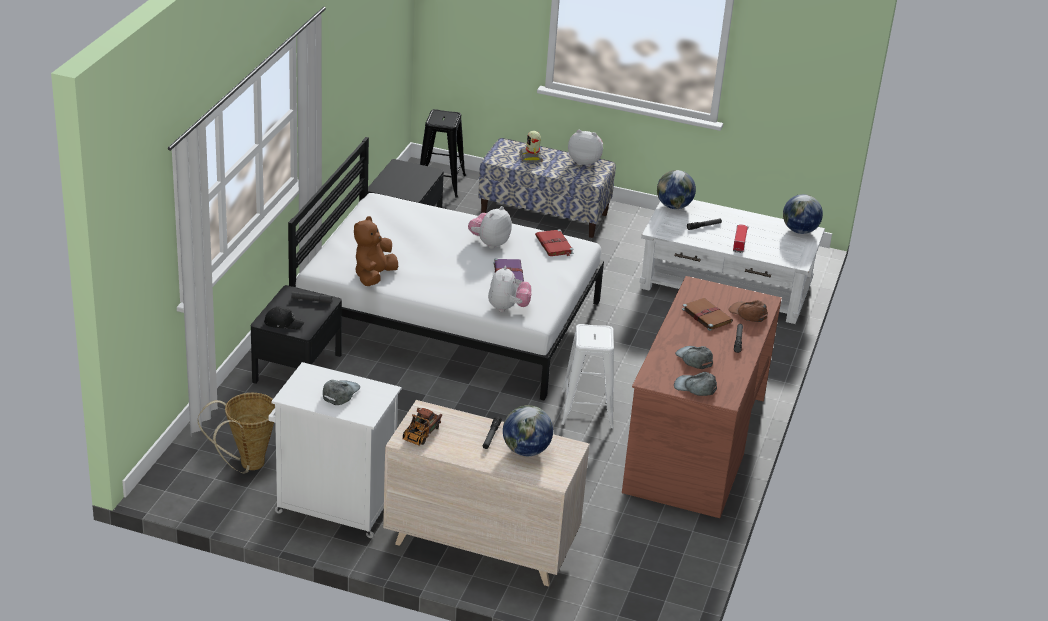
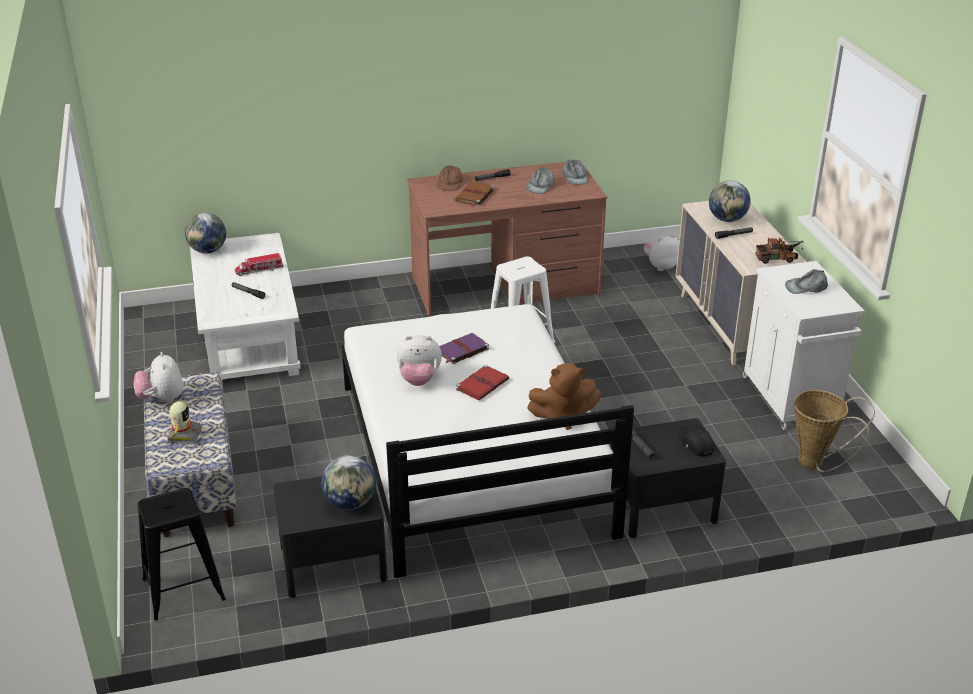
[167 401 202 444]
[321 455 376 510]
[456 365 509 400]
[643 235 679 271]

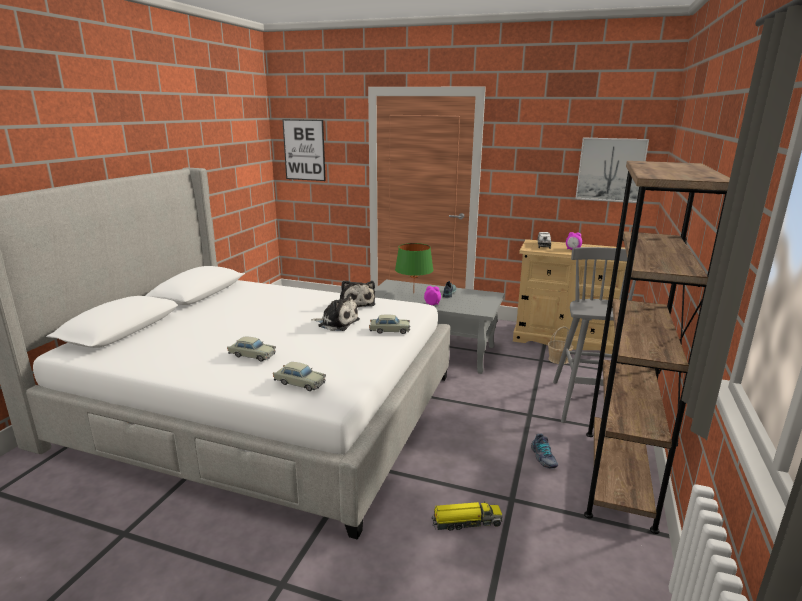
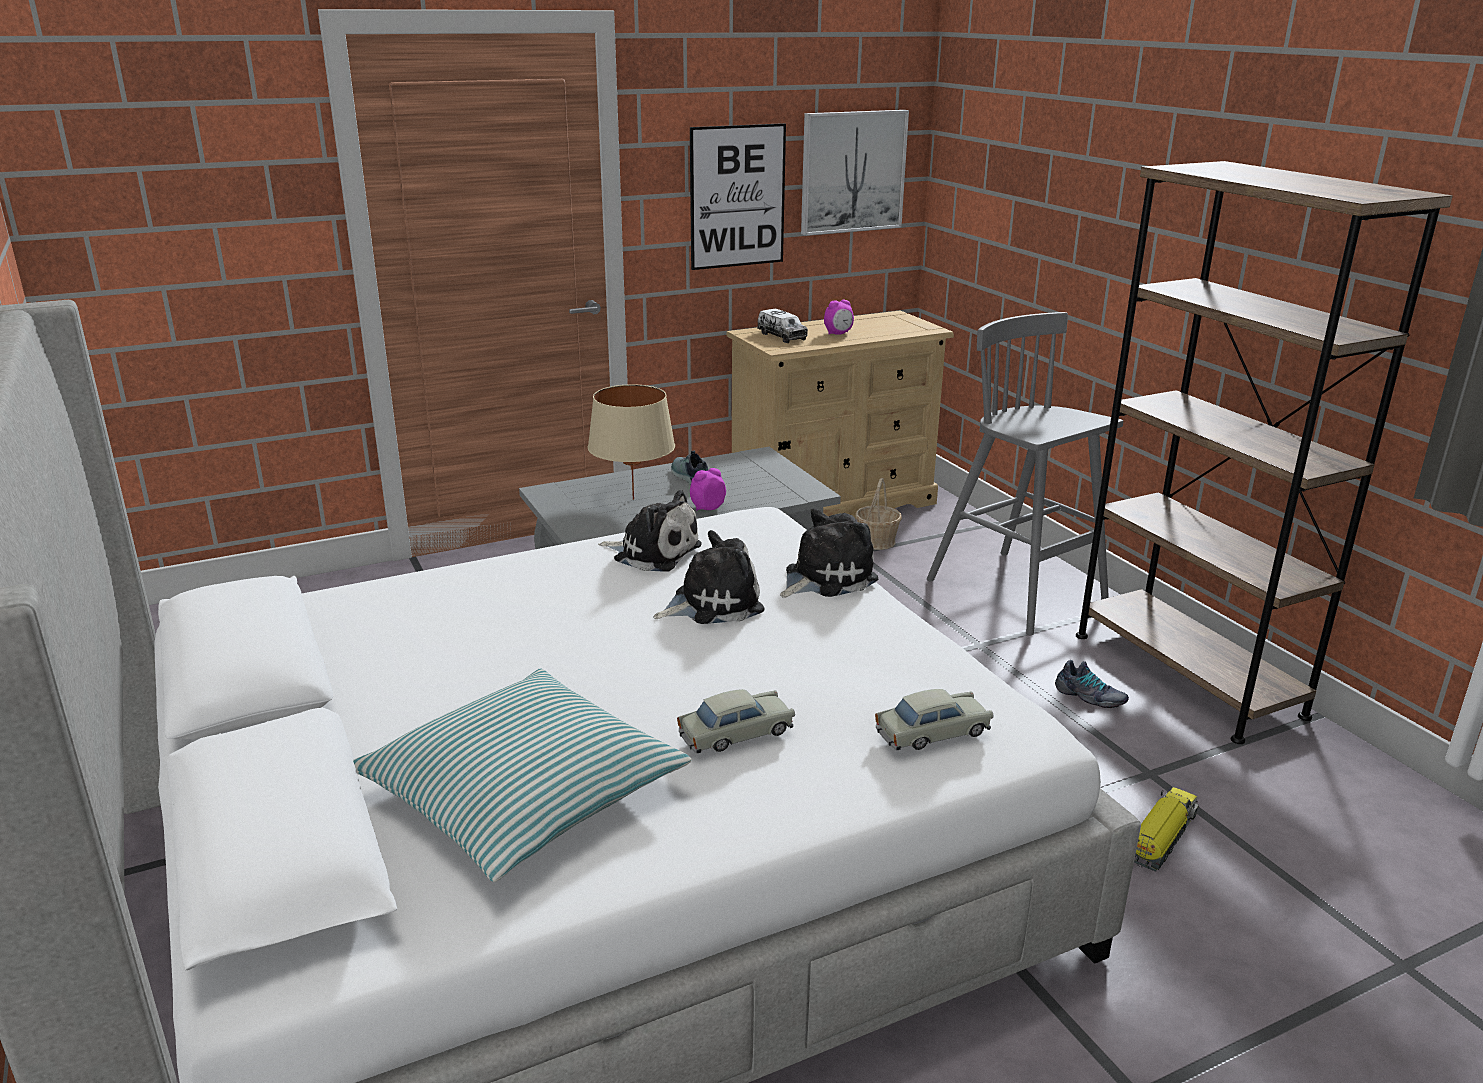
[353 668 691 882]
[588 384 675 500]
[690 123 786 270]
[780 508 878 598]

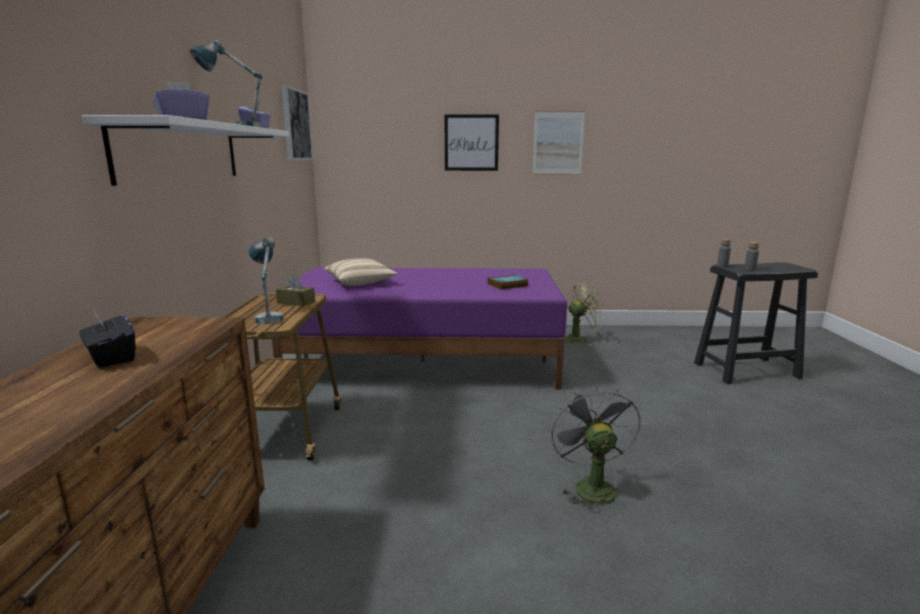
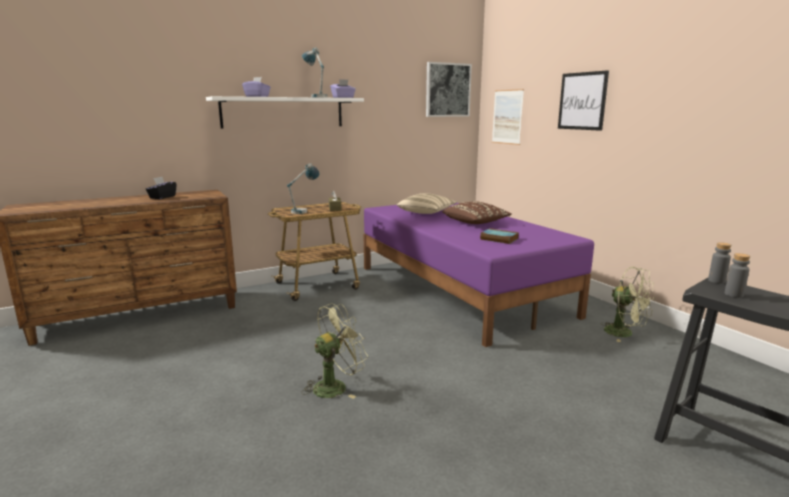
[301 303 368 399]
[442 201 512 224]
[492 89 524 145]

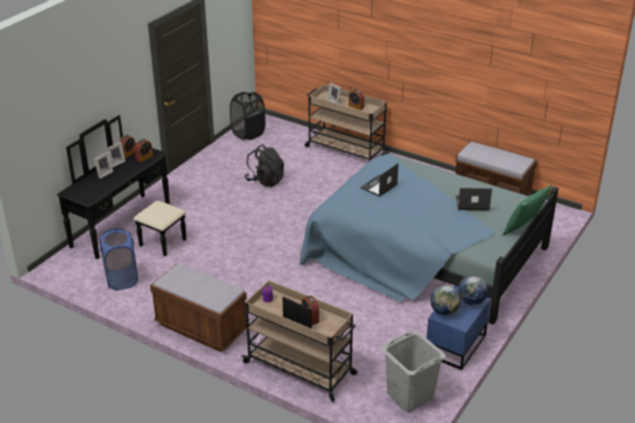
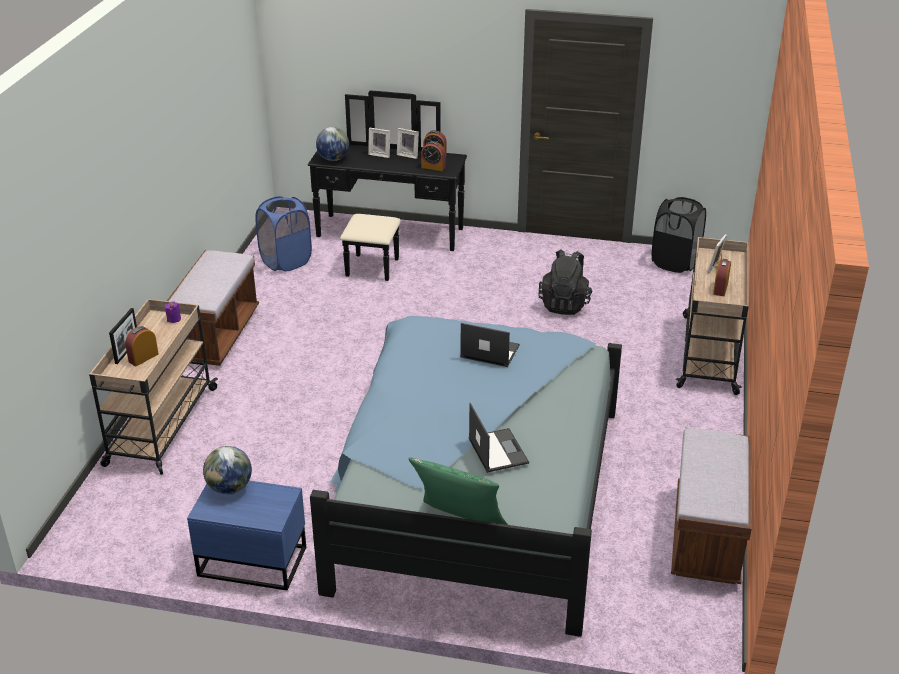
[316 127 349 161]
[381 331 446 412] (first image)

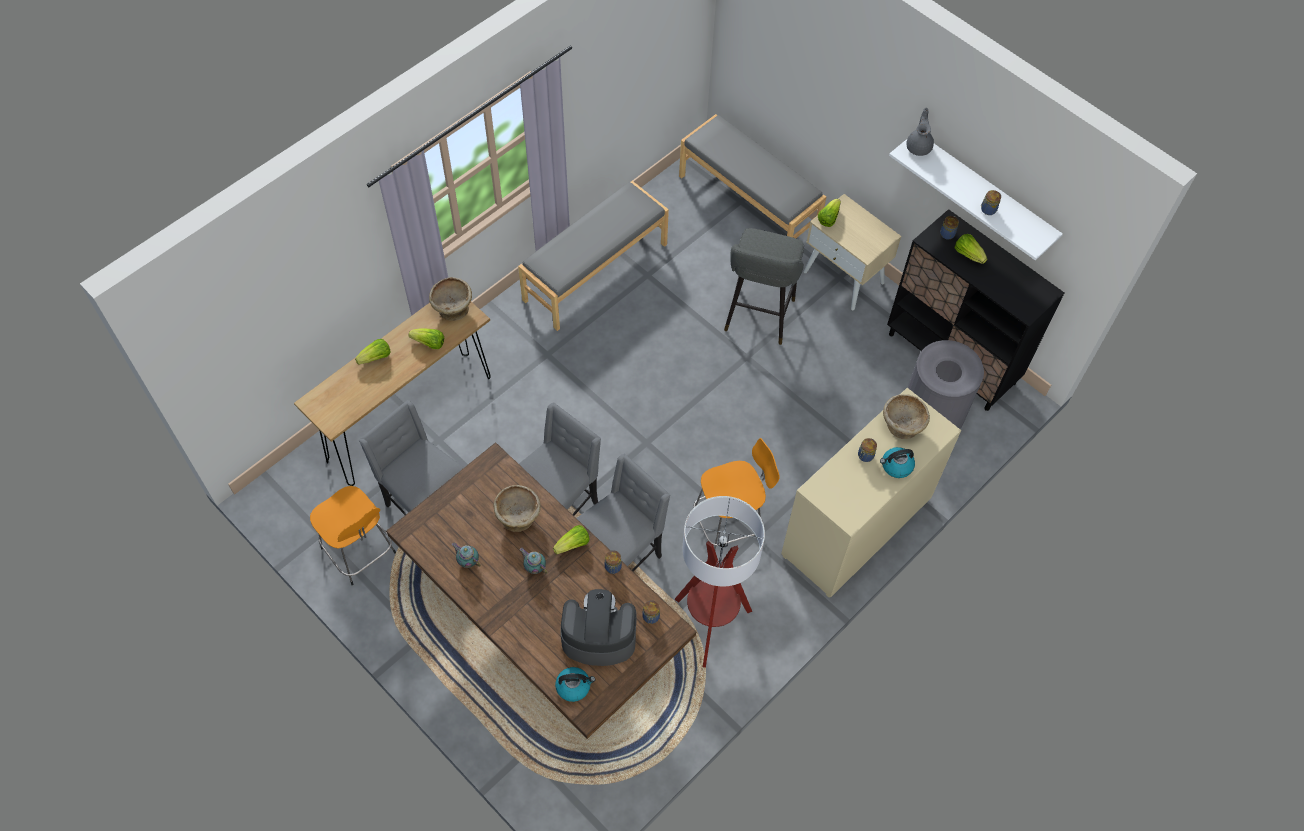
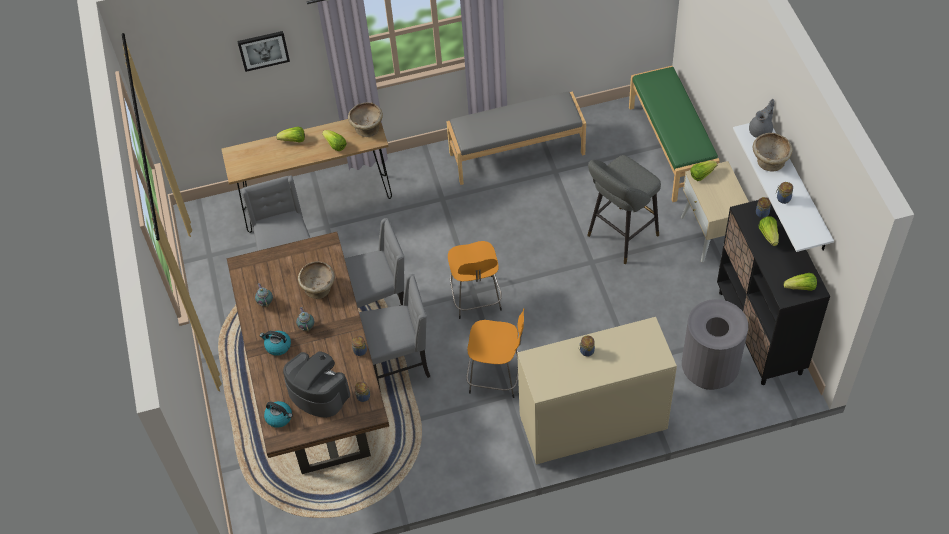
[237 31 290 72]
[260 331 291 356]
[448 241 502 319]
[629 66 720 202]
[753 133 792 171]
[784 273 817 291]
[674 496 765 668] (first image)

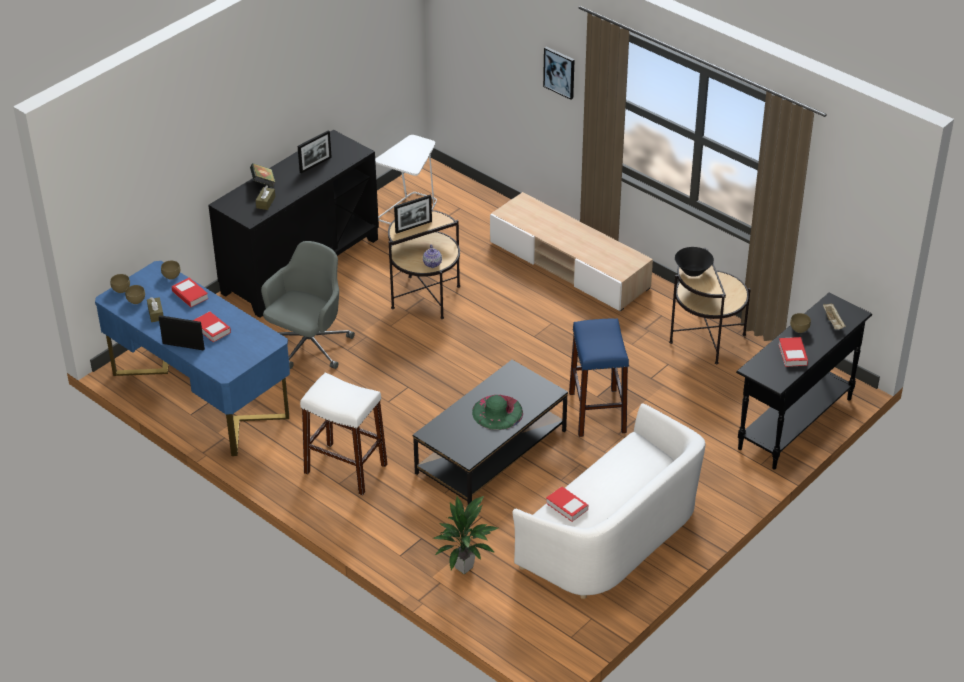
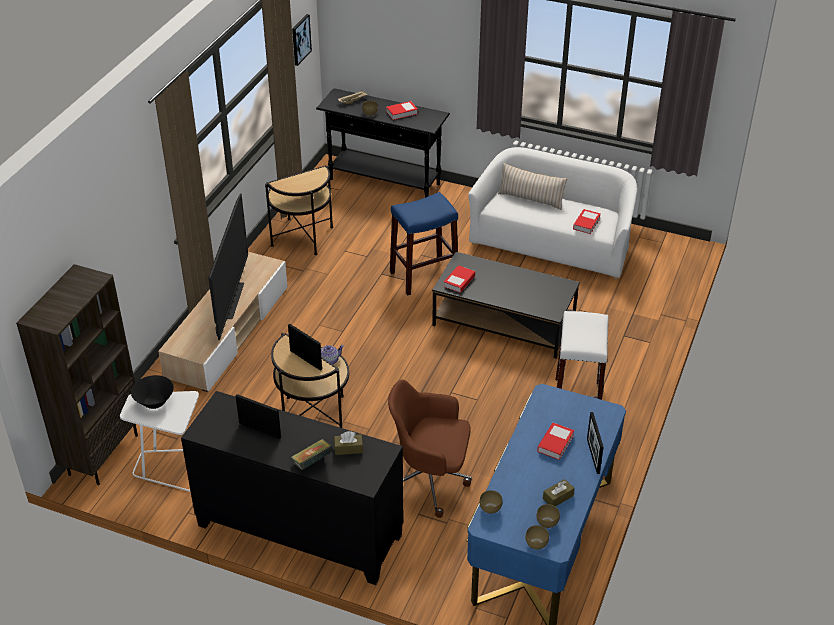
[16 264 138 485]
[131 375 174 409]
[208 193 248 340]
[292 14 312 66]
[388 380 472 518]
[444 265 475 293]
[498 163 567 210]
[433 496 498 574] (first image)
[472 395 523 430] (first image)

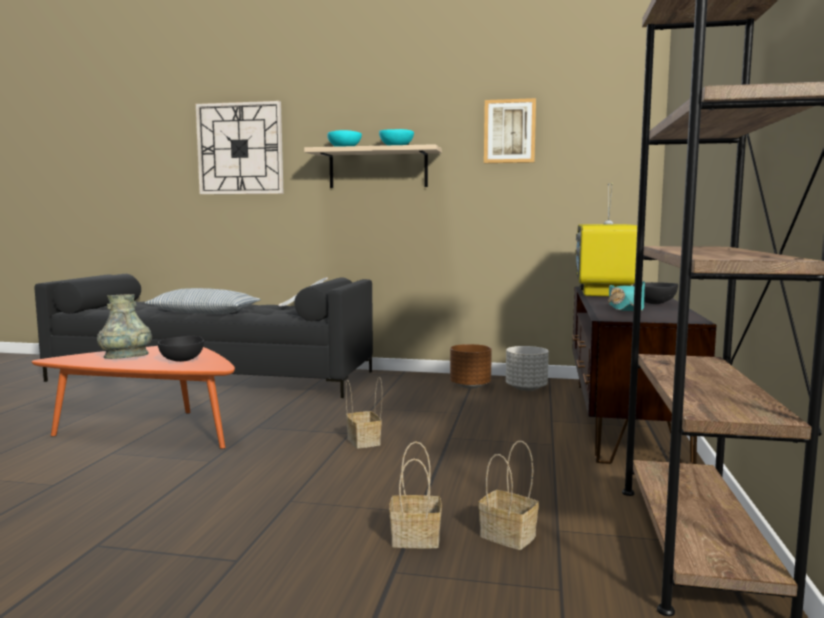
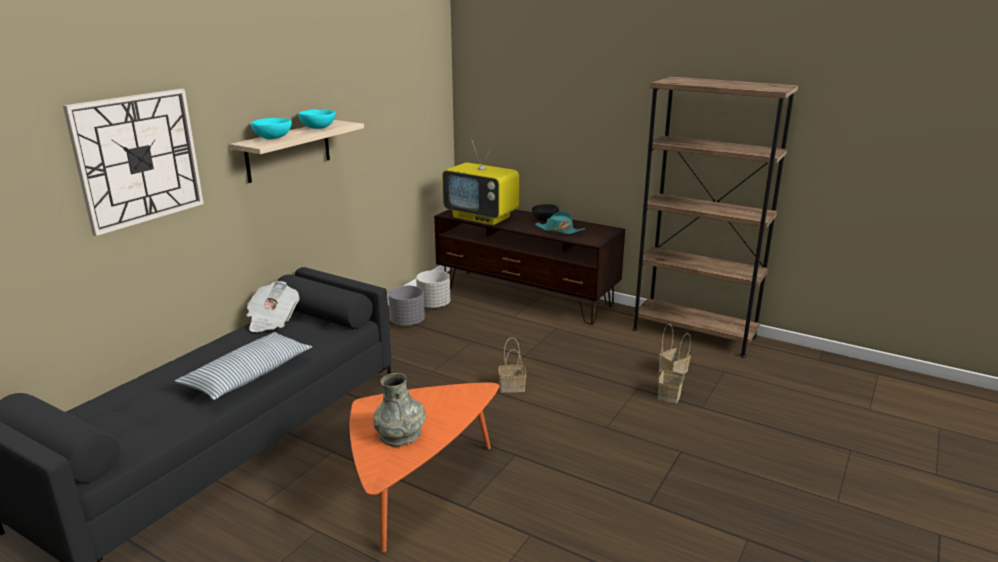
[388 286 425 326]
[158 336 204 362] (first image)
[484 98 536 163] (first image)

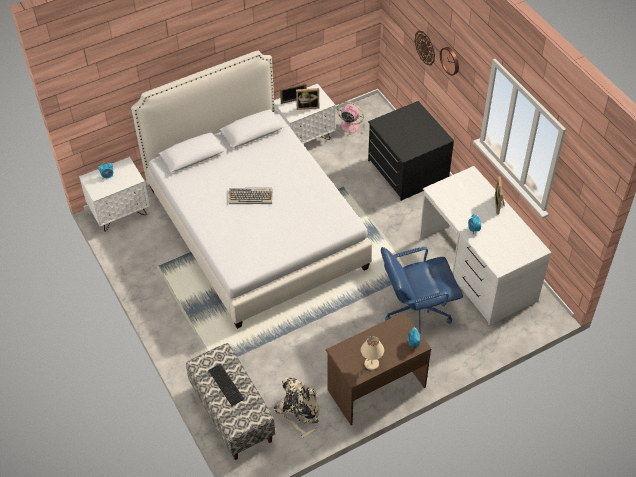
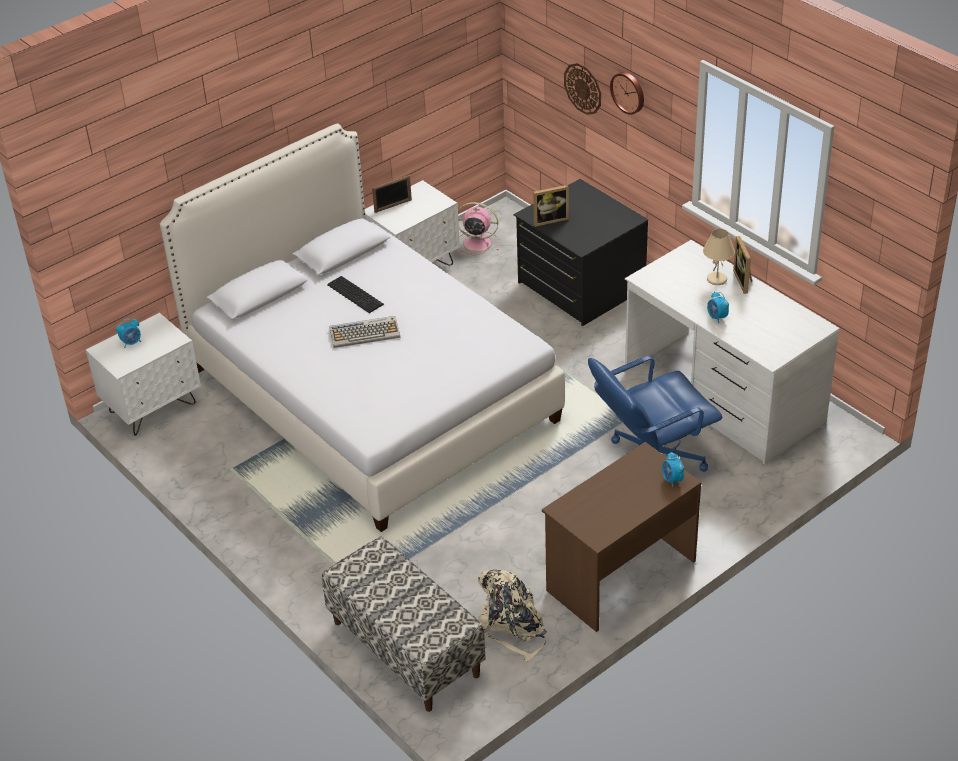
[327 276 384 313]
[533 185 569 227]
[703 229 735 285]

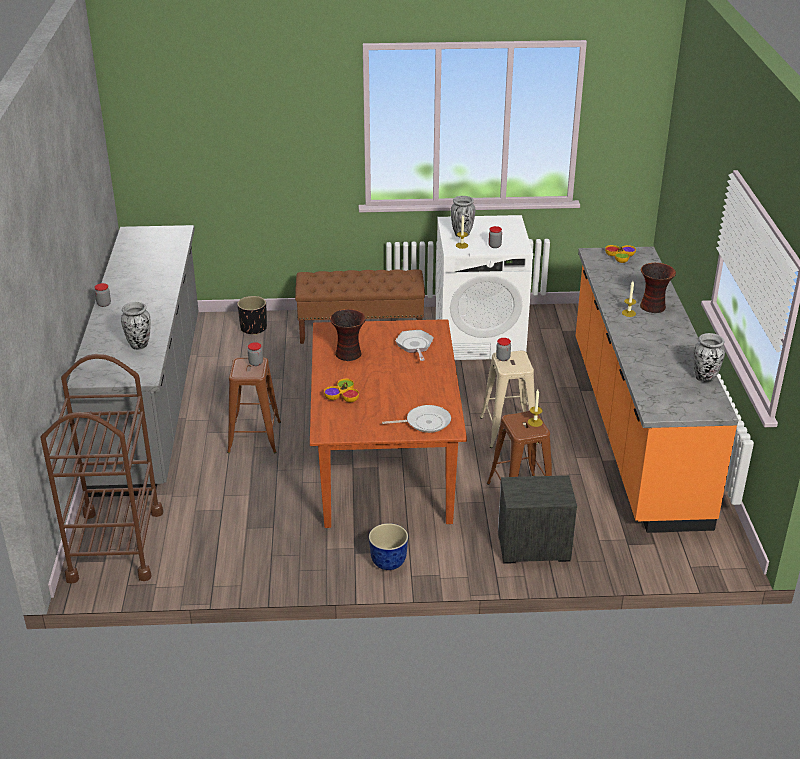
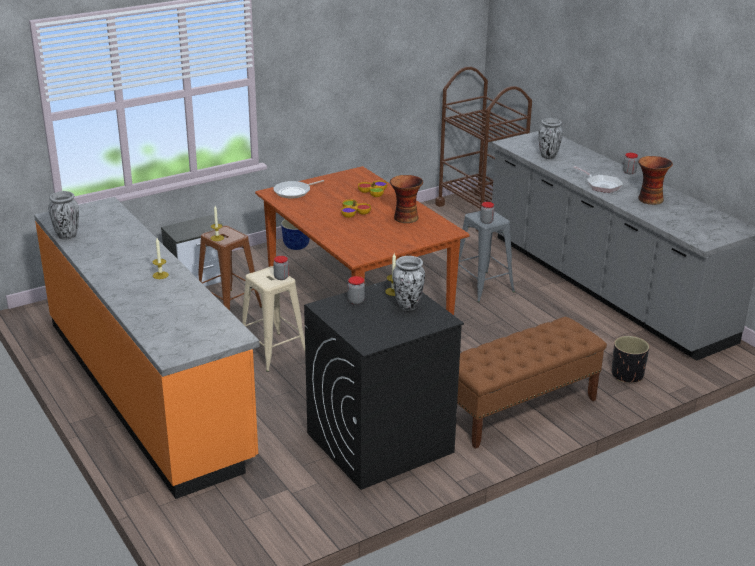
[304 280 464 490]
[341 199 371 218]
[458 211 515 302]
[573 166 623 193]
[638 156 673 205]

